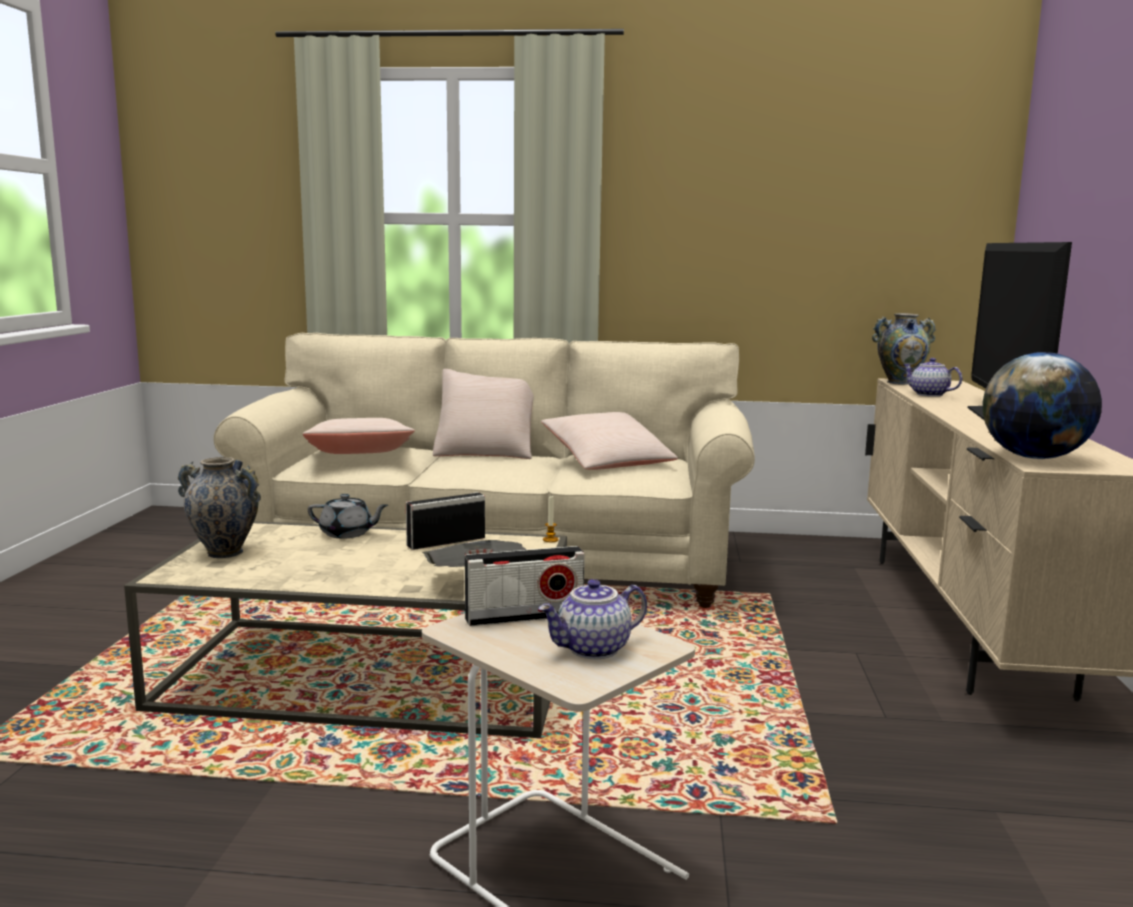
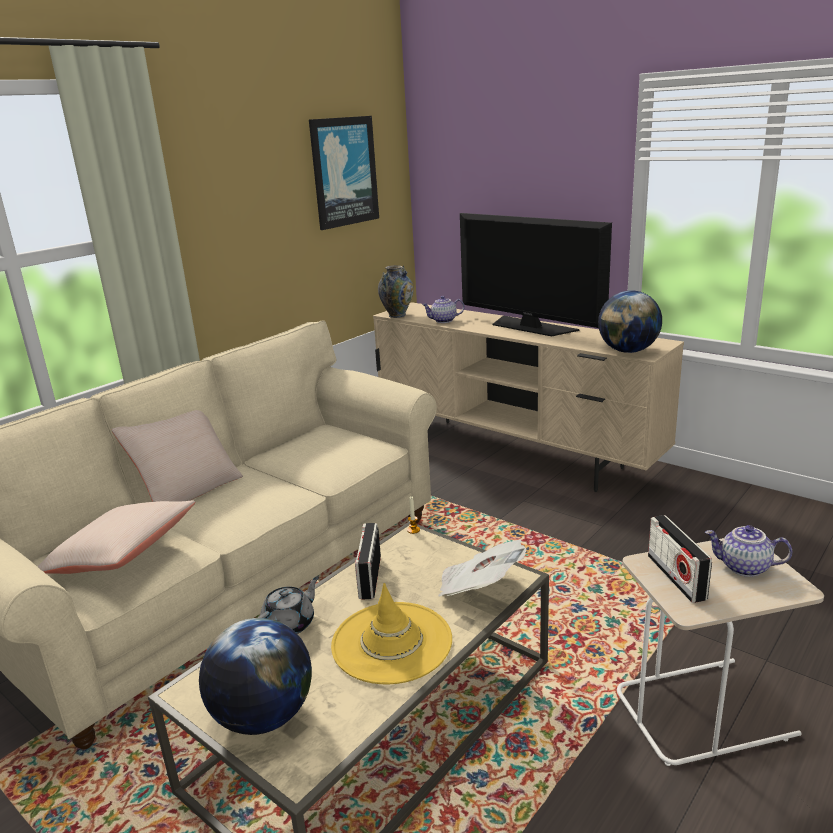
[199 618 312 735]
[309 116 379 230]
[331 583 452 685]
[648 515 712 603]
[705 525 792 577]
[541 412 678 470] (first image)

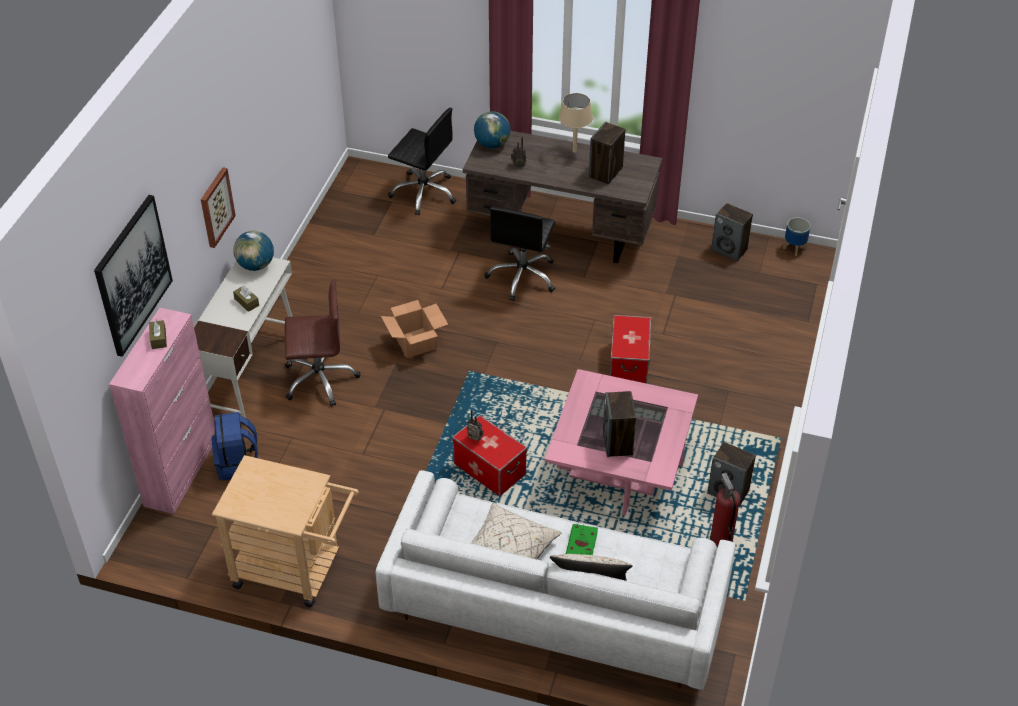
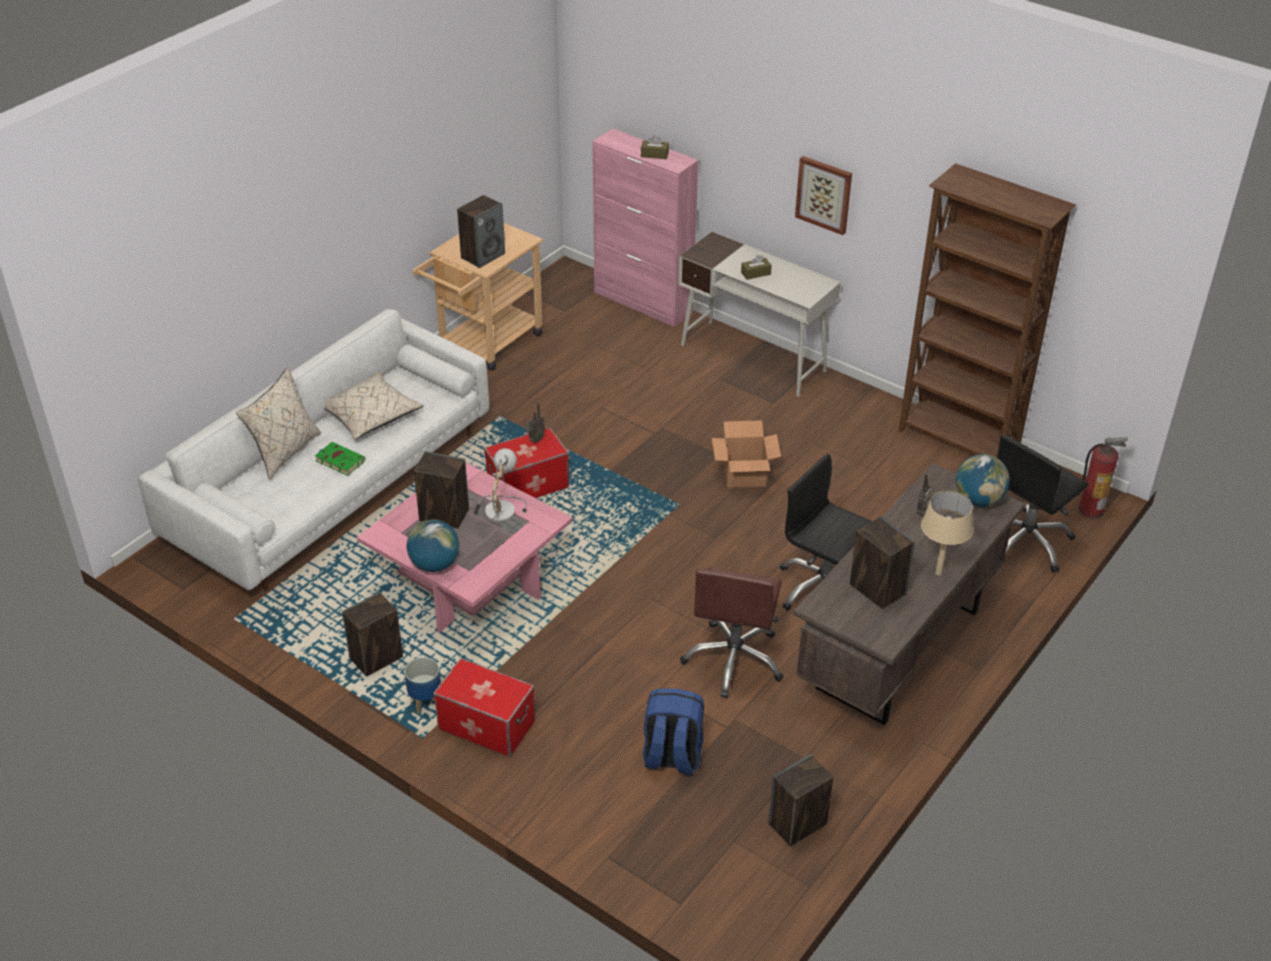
[404 657 441 713]
[406 519 459 572]
[433 658 535 757]
[457 195 505 268]
[474 448 527 524]
[643 688 704 775]
[680 567 784 698]
[899 163 1076 458]
[1078 437 1128 519]
[94 195 173 357] (first image)

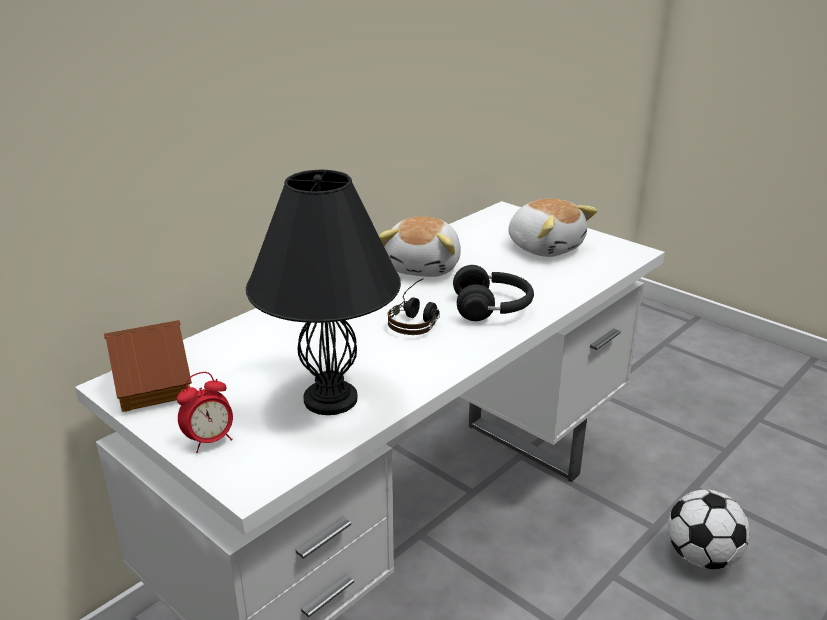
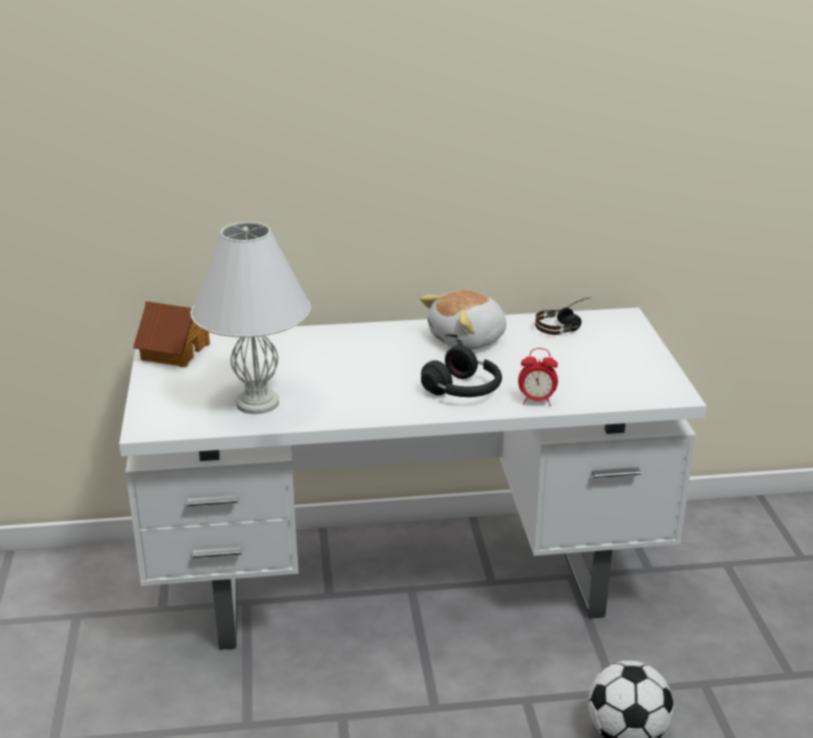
[190 222 311 414]
[518 348 558 406]
[535 298 589 335]
[508 198 598 257] (first image)

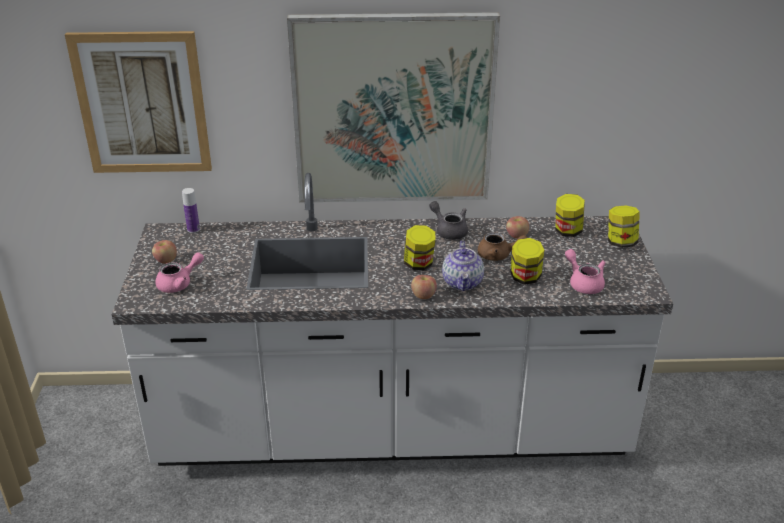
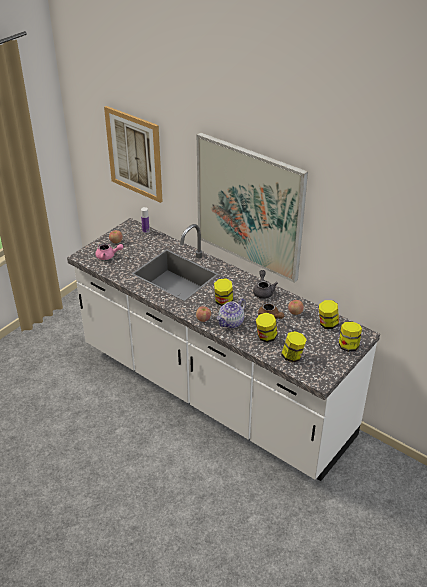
[281 331 307 363]

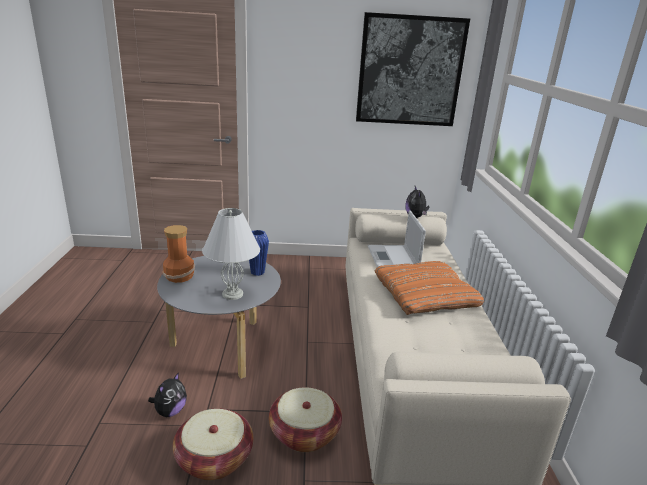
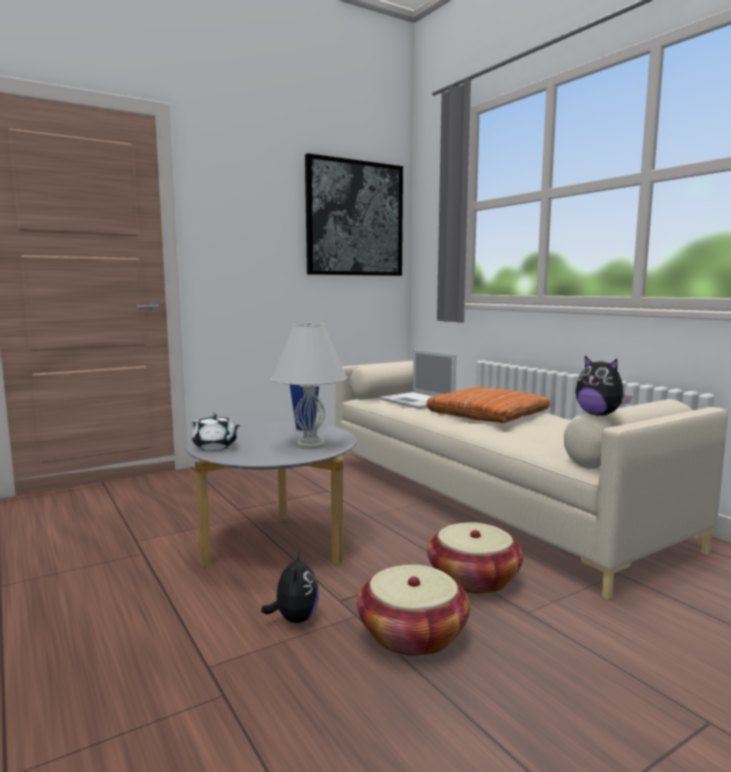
[192 413 241 450]
[575 356 632 416]

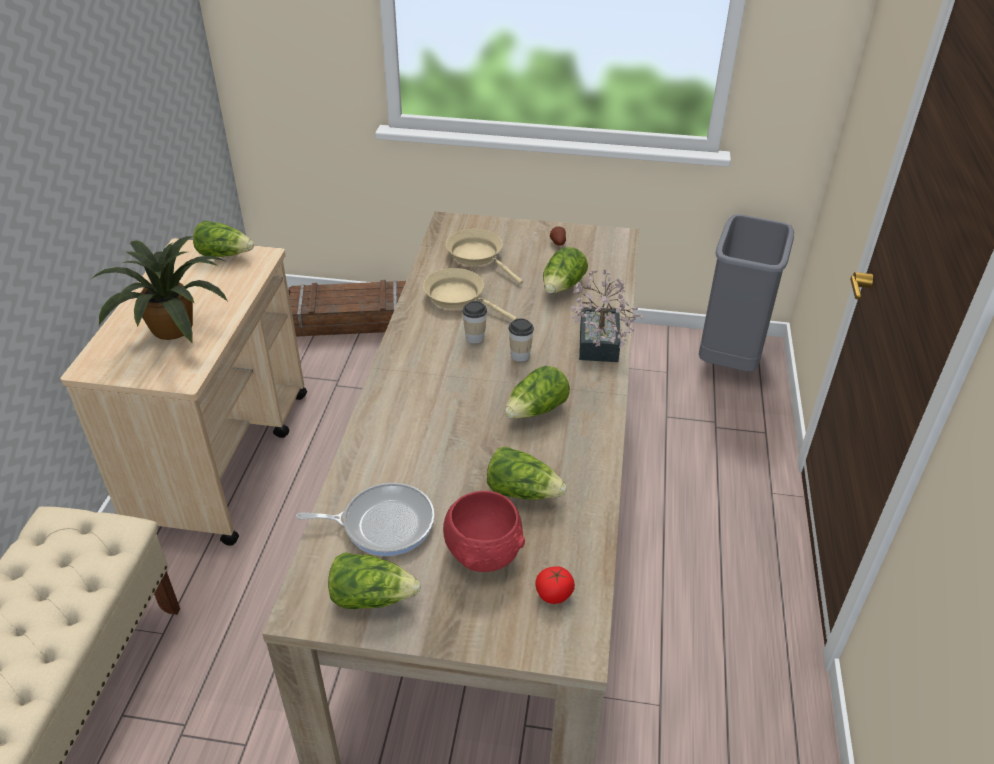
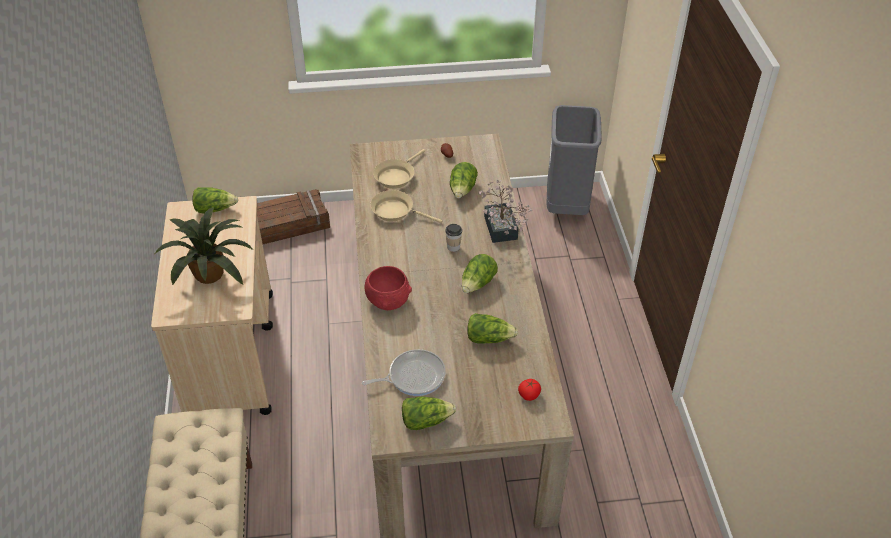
[365 266 412 310]
[373 149 425 189]
[462 301 487 344] (first image)

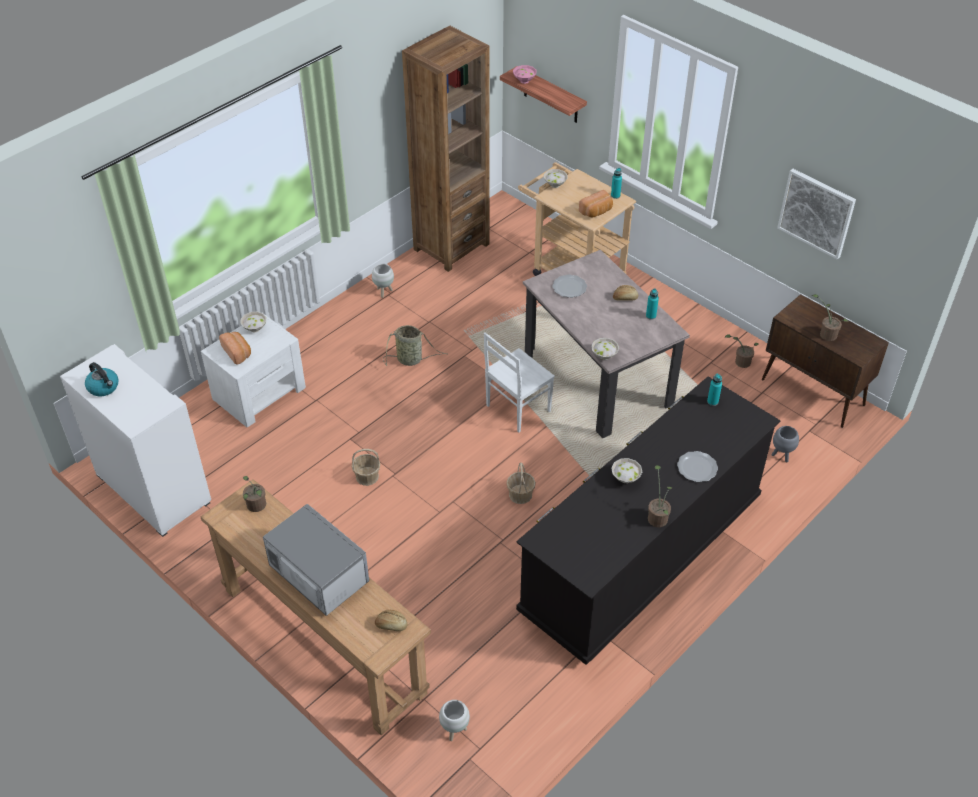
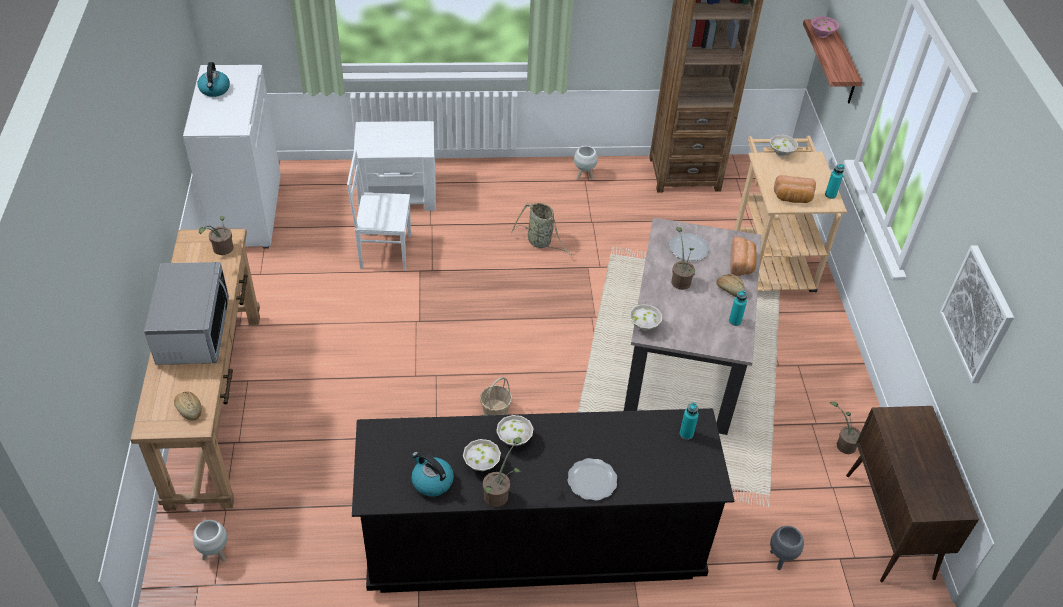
[347 150 411 270]
[411 452 454 497]
[463 439 501 471]
[671 227 695 290]
[730 236 757 276]
[351 449 380 486] (first image)

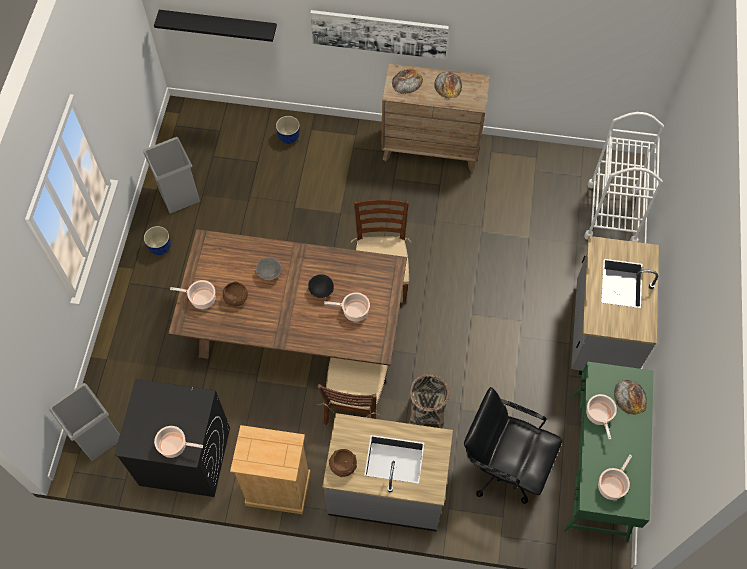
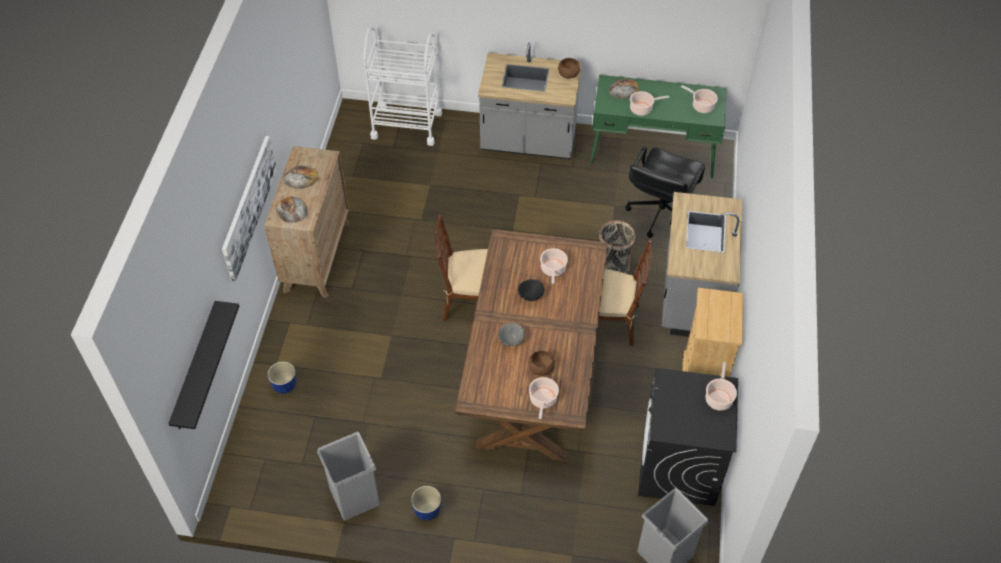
[558 58 581 79]

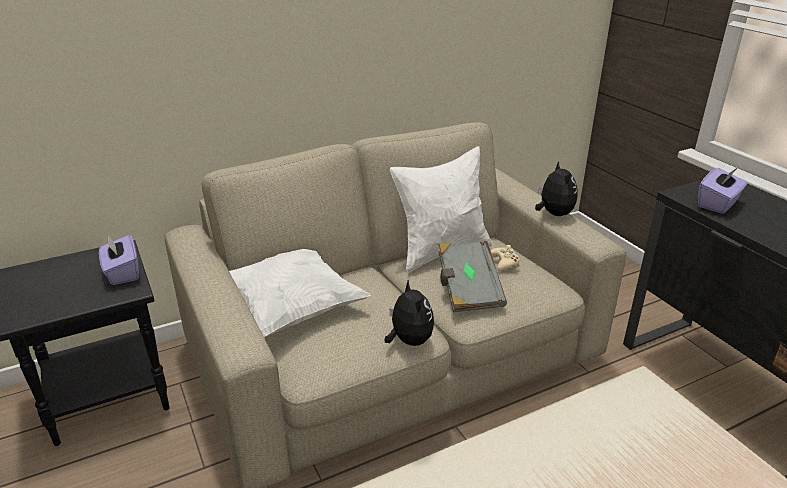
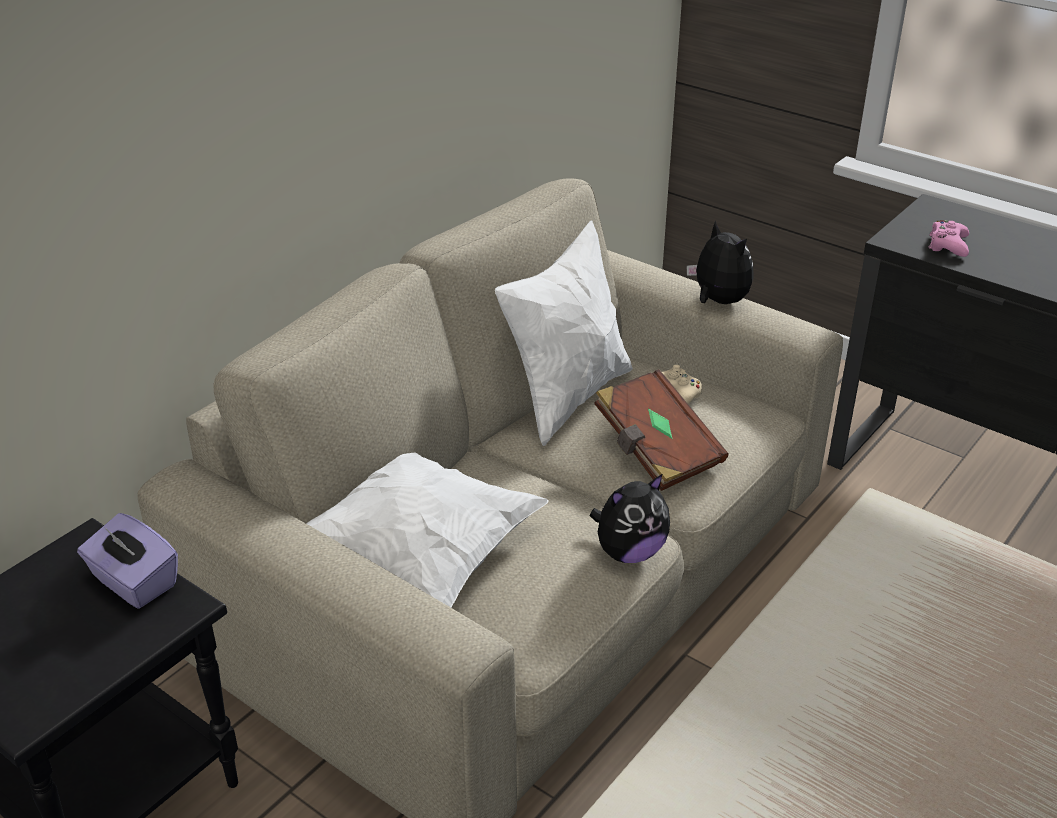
[590 474 670 563]
[594 369 729 491]
[928 220 969 257]

